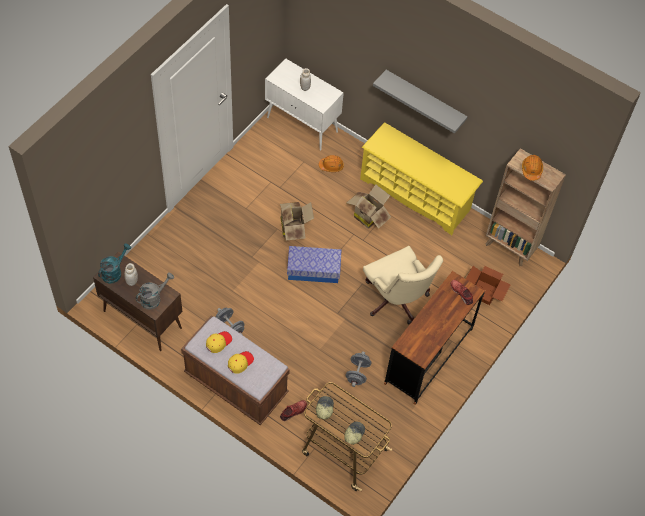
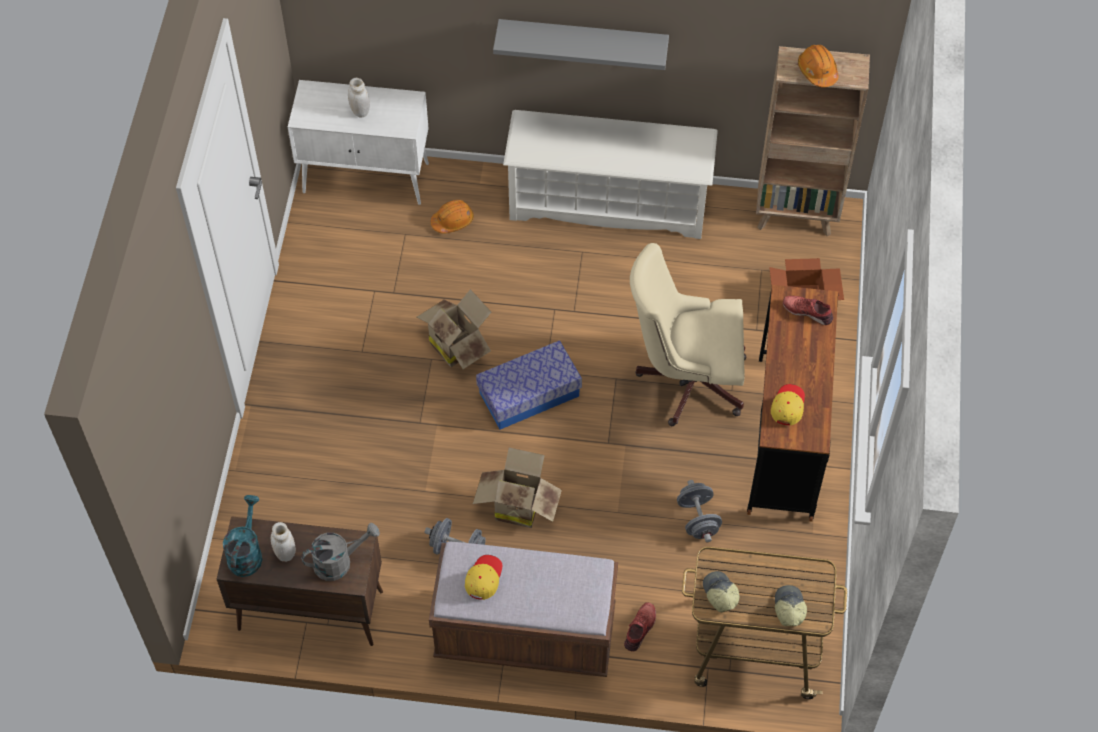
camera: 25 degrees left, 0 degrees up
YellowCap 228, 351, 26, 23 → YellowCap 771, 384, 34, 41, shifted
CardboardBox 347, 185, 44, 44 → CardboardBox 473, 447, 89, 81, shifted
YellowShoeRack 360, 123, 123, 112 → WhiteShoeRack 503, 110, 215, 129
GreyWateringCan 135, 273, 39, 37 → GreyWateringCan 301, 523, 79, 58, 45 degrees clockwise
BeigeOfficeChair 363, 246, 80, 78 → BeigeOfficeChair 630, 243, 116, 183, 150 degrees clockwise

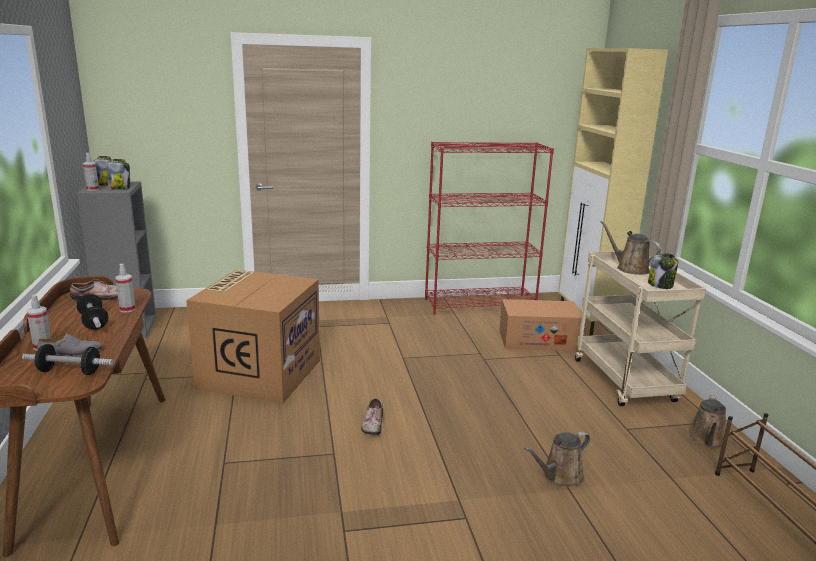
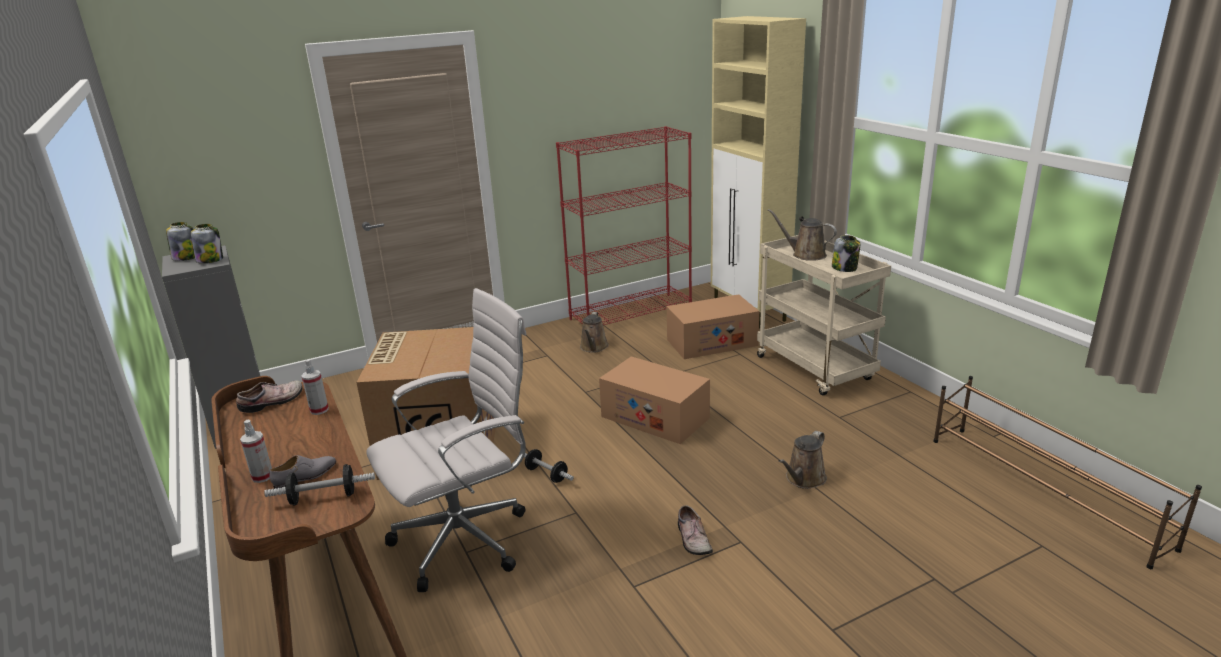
camera: 15 degrees left, 5 degrees up
SprayBottle 83, 153, 16, 38 → -
- → WhiteOfficeChair 366, 288, 161, 304
- → CardboardBox 599, 356, 111, 88
Dumbbell 76, 294, 32, 36 → Dumbbell 524, 449, 50, 34, shifted
Shoe 361, 398, 22, 37 → Shoe 678, 506, 35, 49, shifted
BrownWateringCan 688, 395, 38, 53 → BrownWateringCan 580, 312, 29, 41, shifted

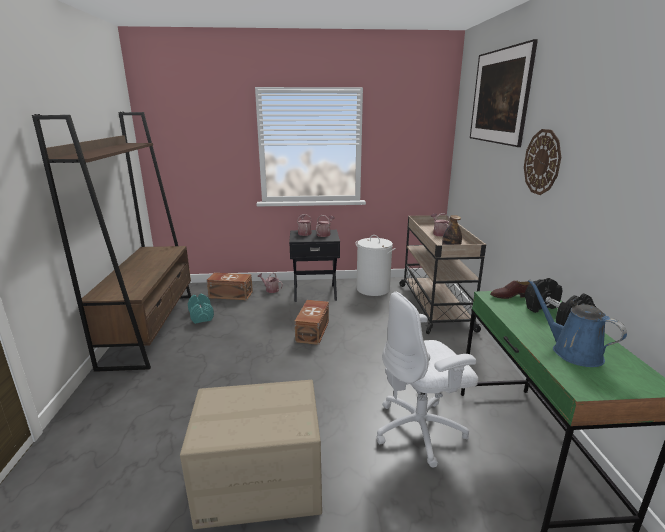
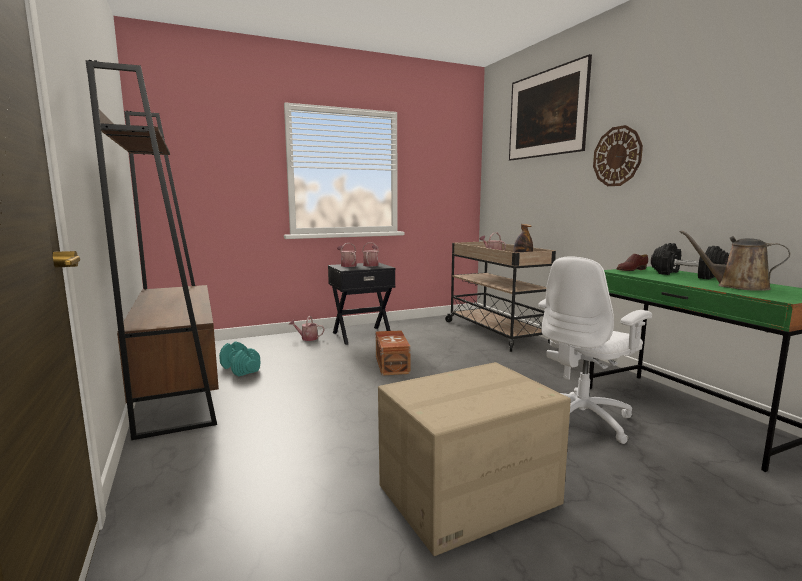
camera: 20 degrees left, 10 degrees down
BrownStorageBox 206, 273, 47, 27 → -
WhiteLaundryBasket 355, 235, 41, 61 → -
BlueWateringCan 528, 279, 99, 88 → BrownWateringCan 680, 230, 110, 61

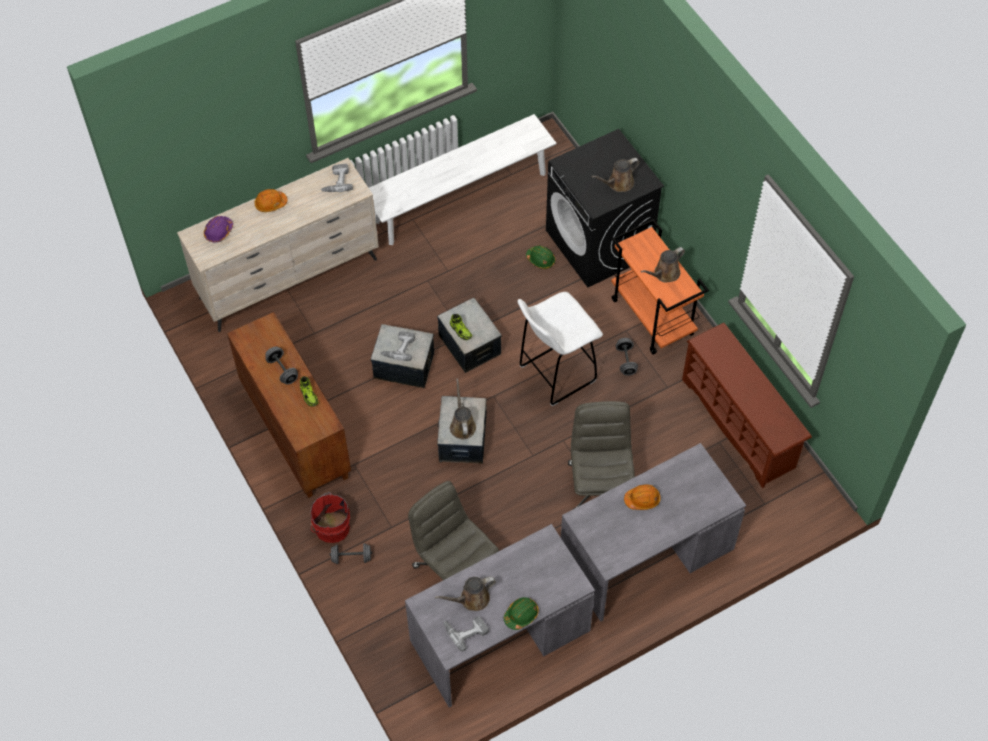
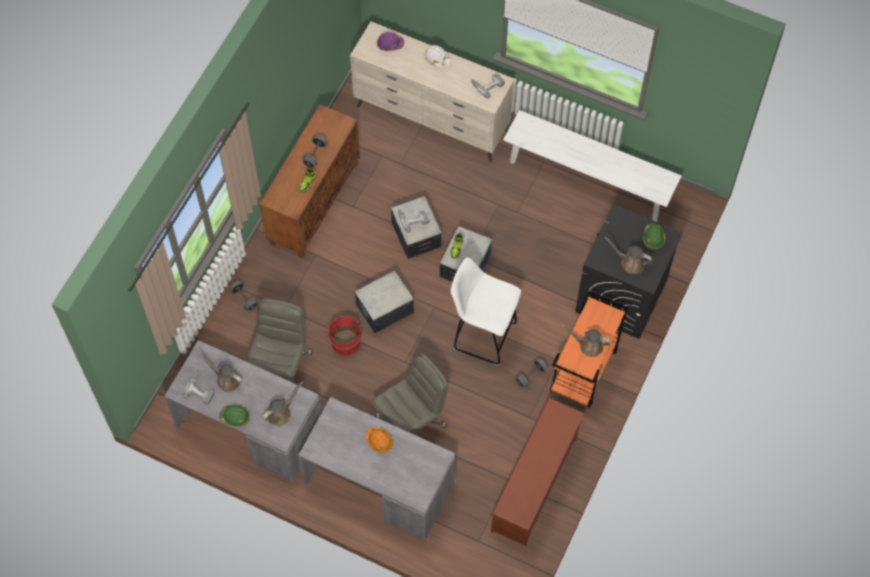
camera: 55 degrees right, 5 degrees up
RedBucket 310, 492, 40, 51 → RedBucket 326, 316, 35, 40, shifted
BrownWateringCan 450, 379, 26, 60 → BrownWateringCan 263, 382, 40, 44, shifted
GreenHardHat 526, 246, 29, 23 → GreenHardHat 643, 223, 22, 26, shifted
OrangeHardHat 254, 189, 34, 23 → WhiteHardHat 424, 45, 27, 23

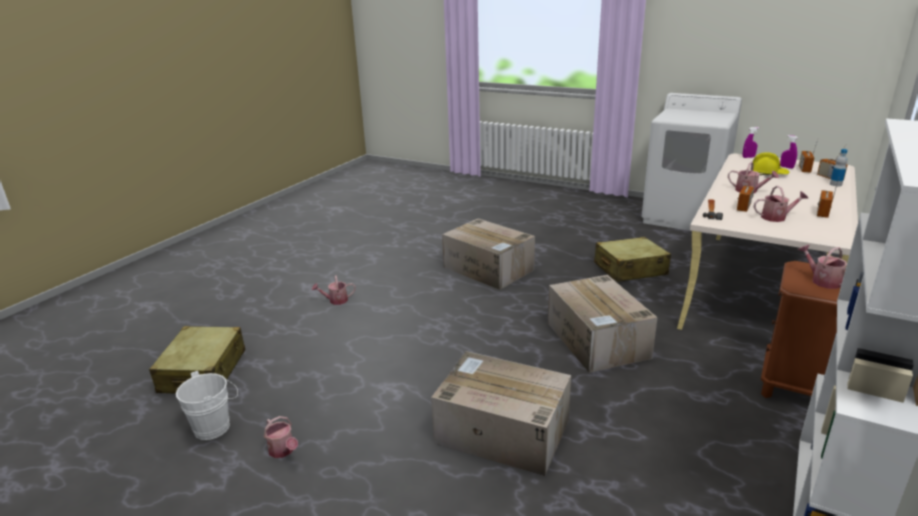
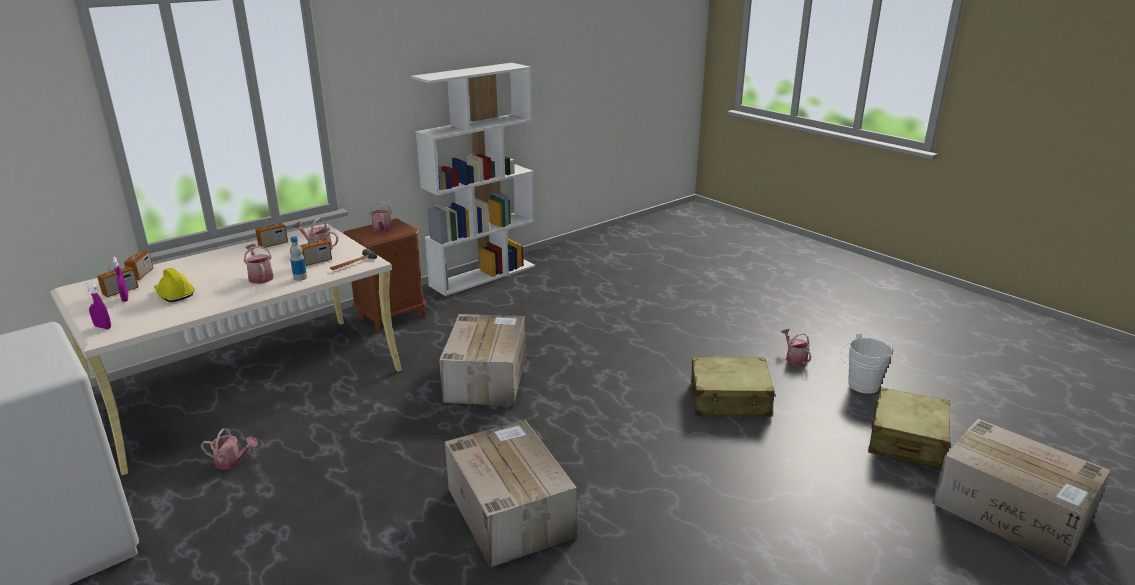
camera: 160 degrees left, 0 degrees up
WateringCan 312, 275, 44, 30 → WateringCan 201, 428, 57, 41, shifted
CardboardBox 431, 351, 140, 125 → CardboardBox 932, 419, 178, 148, shifted
BeigeSuitcase 594, 237, 77, 45 → BeigeSuitcase 691, 357, 85, 60, shifted
Bottle 830, 149, 17, 37 → Bottle 290, 236, 17, 45, shifted

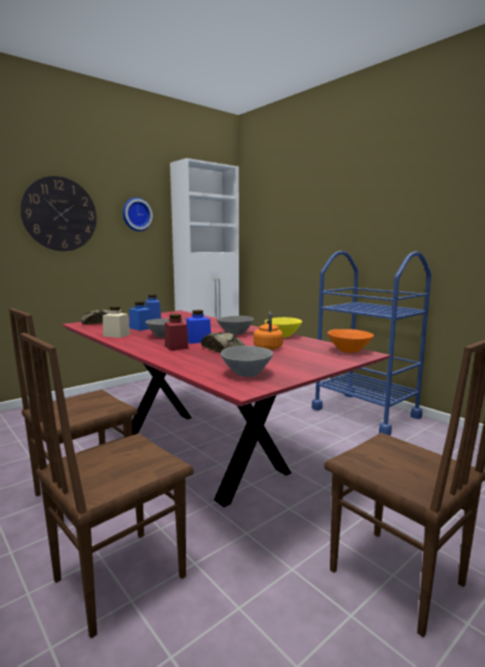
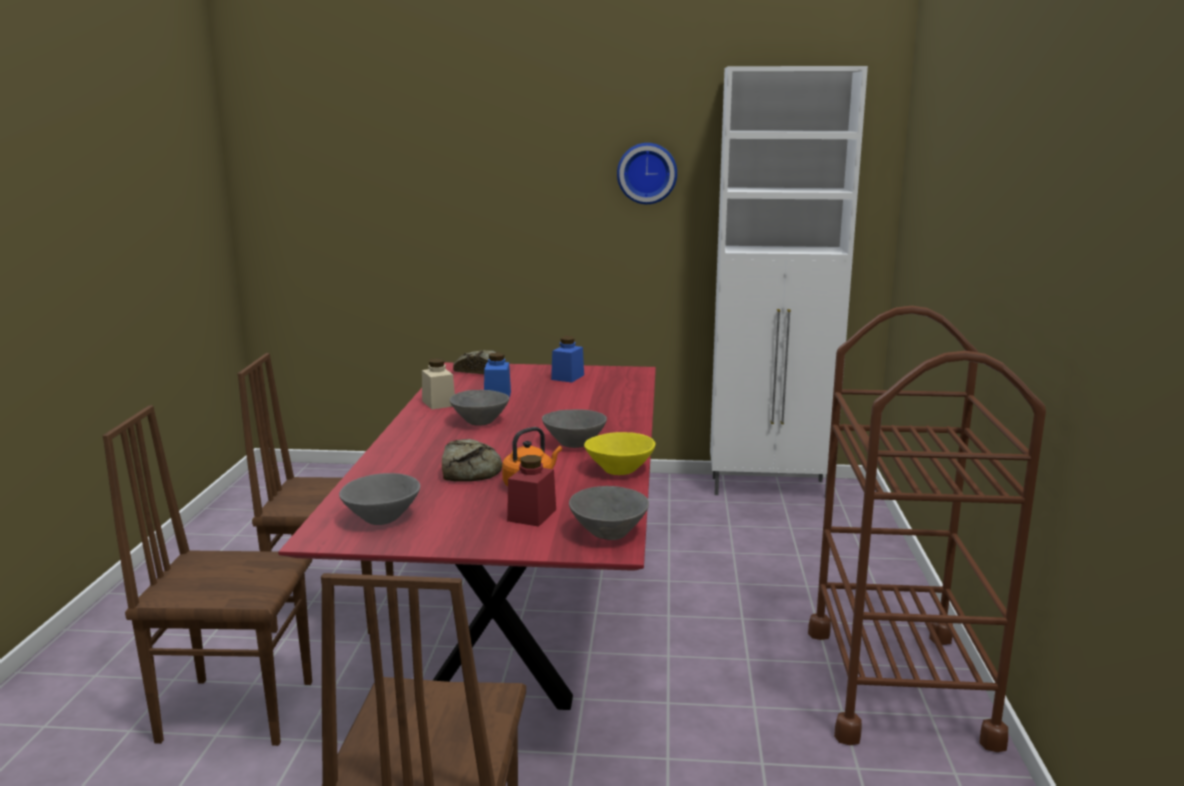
camera: 45 degrees right, 5 degrees up
WallClock 20, 176, 77, 75 → -
BlueJar 186, 310, 25, 34 → -
RedJar 165, 314, 24, 37 → RedJar 507, 455, 49, 72, shifted
BlueCart 312, 251, 119, 184 → BrownCart 808, 306, 238, 446
OrangeBowl 328, 329, 46, 24 → GreyBowl 569, 486, 80, 54

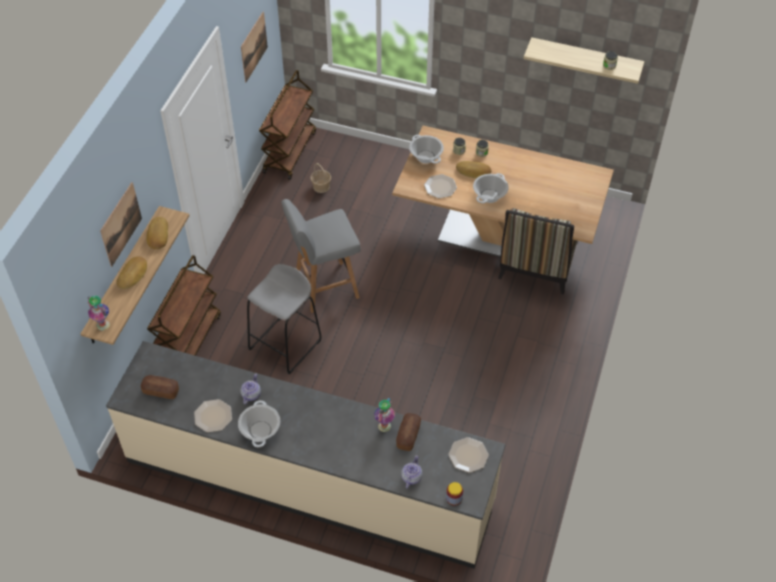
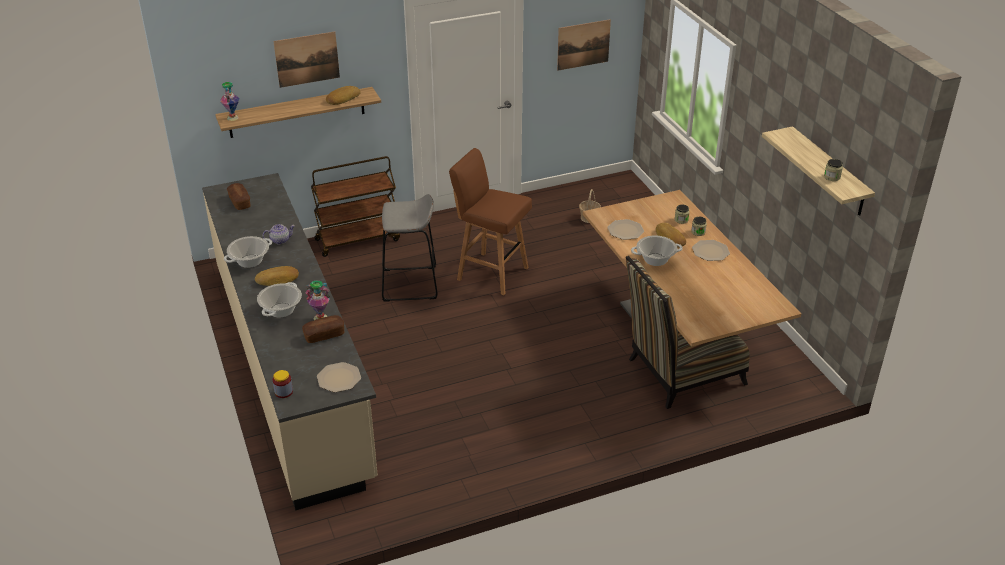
camera: 50 degrees right, 15 degrees down
BrownCart 259, 70, 57, 110 → -
Teapot 401, 455, 22, 34 → -
Bread 116, 257, 31, 32 → Bread 255, 266, 44, 20, shifted
Plate 194, 399, 38, 33 → Plate 692, 240, 38, 21, shifted
CookingPot 409, 135, 35, 29 → CookingPot 257, 282, 45, 36, shifted
GreyStool 281, 199, 80, 114 → BrownStool 449, 148, 83, 147

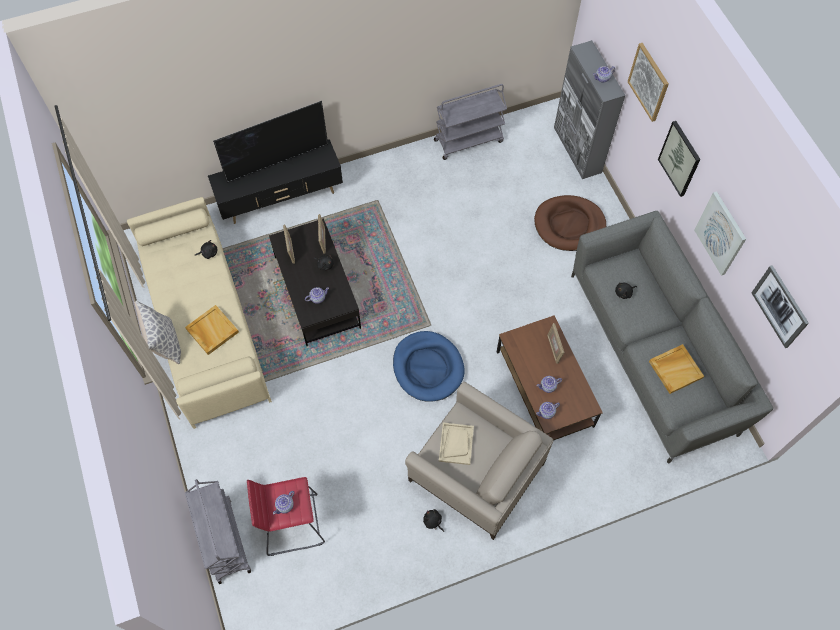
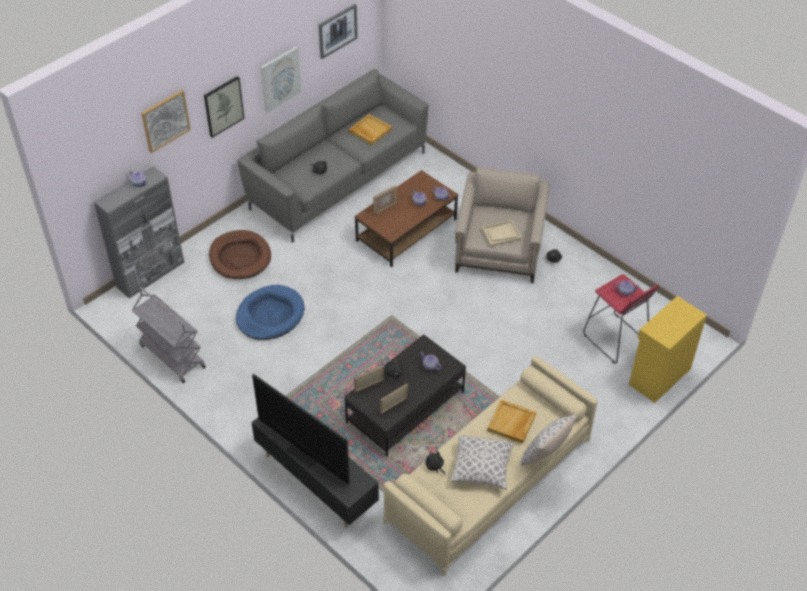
camera: 115 degrees left, 15 degrees down
- → Pillow 451, 435, 63, 55
BlueDogBed 393, 331, 71, 71 → BlueDogBed 236, 285, 68, 55, shifted
GreyCart 185, 479, 66, 105 → YellowCabinet 629, 296, 78, 107

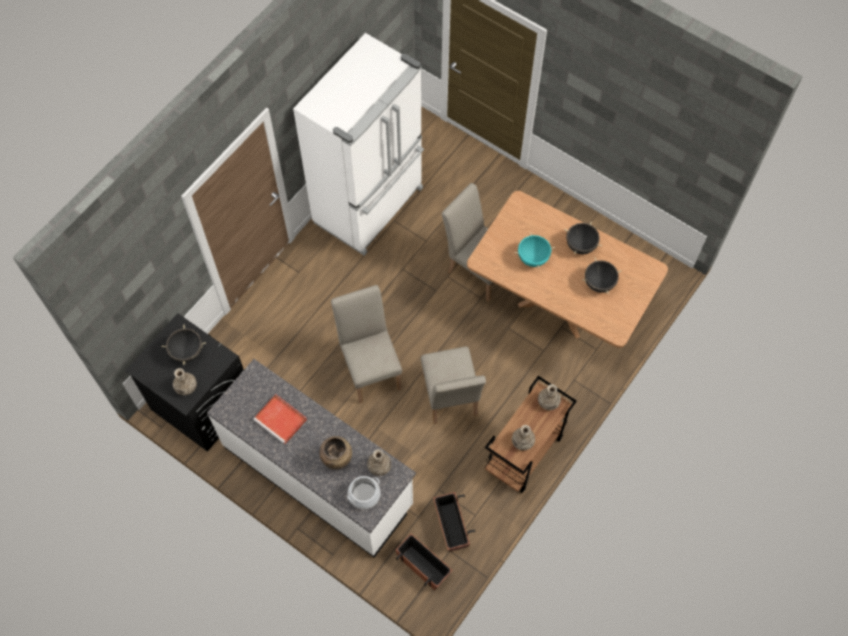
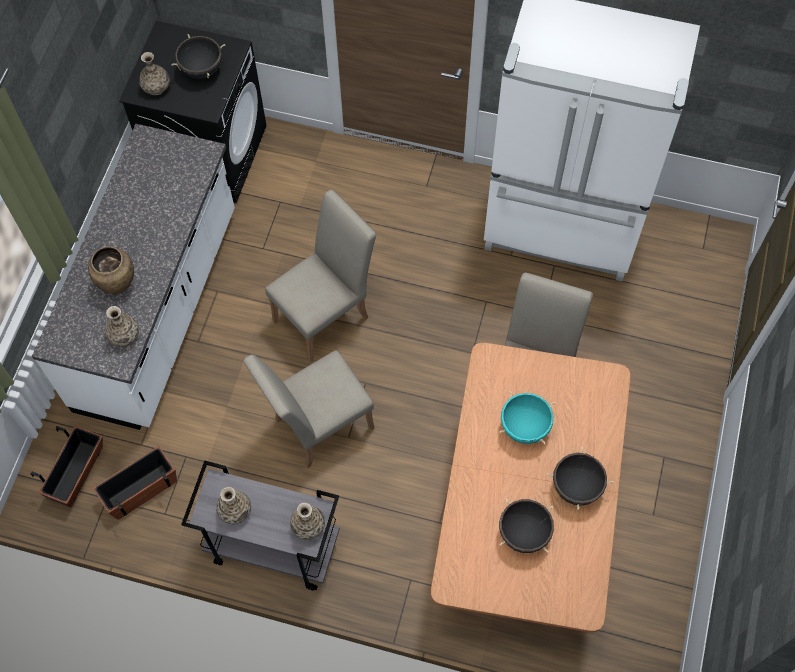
camera: 70 degrees right, 0 degrees up
RedTray 253, 394, 54, 50 → -
CookingPot 347, 476, 34, 33 → -
BrownCart 485, 376, 92, 117 → GreyCart 181, 461, 159, 130

